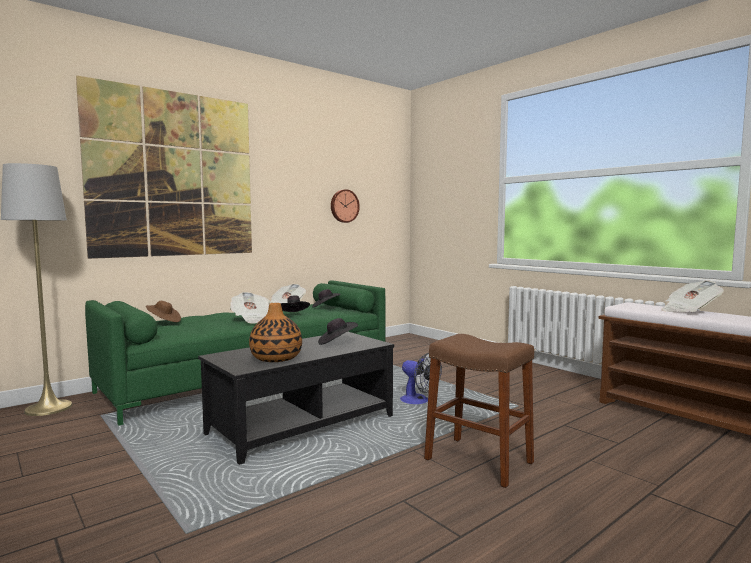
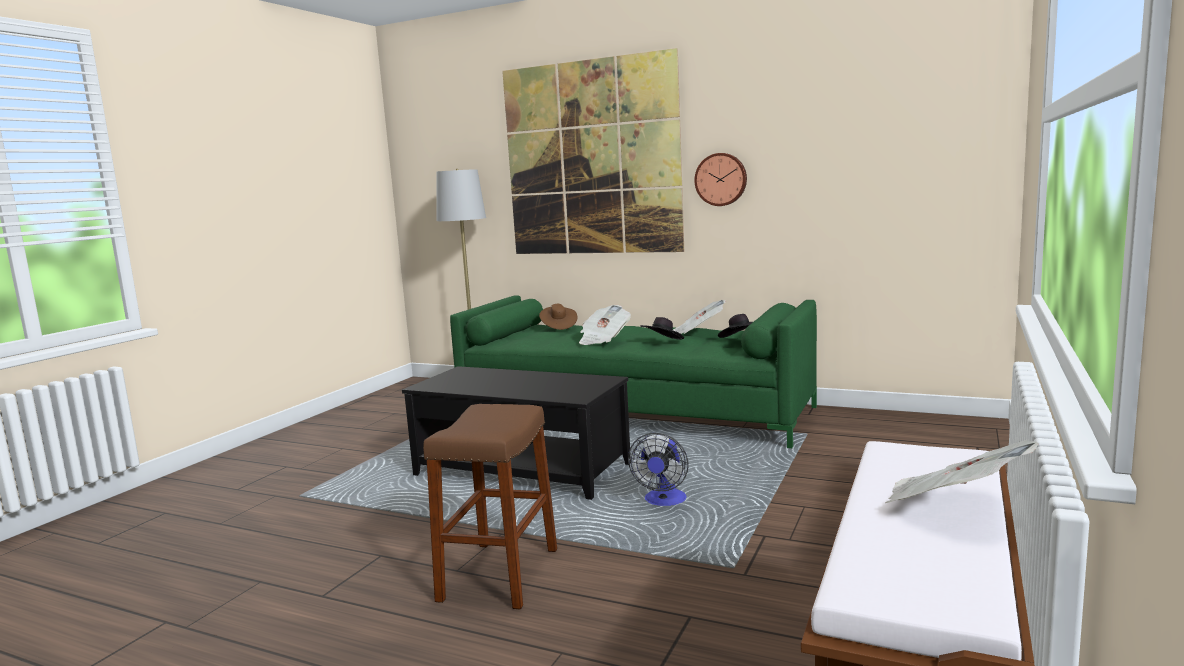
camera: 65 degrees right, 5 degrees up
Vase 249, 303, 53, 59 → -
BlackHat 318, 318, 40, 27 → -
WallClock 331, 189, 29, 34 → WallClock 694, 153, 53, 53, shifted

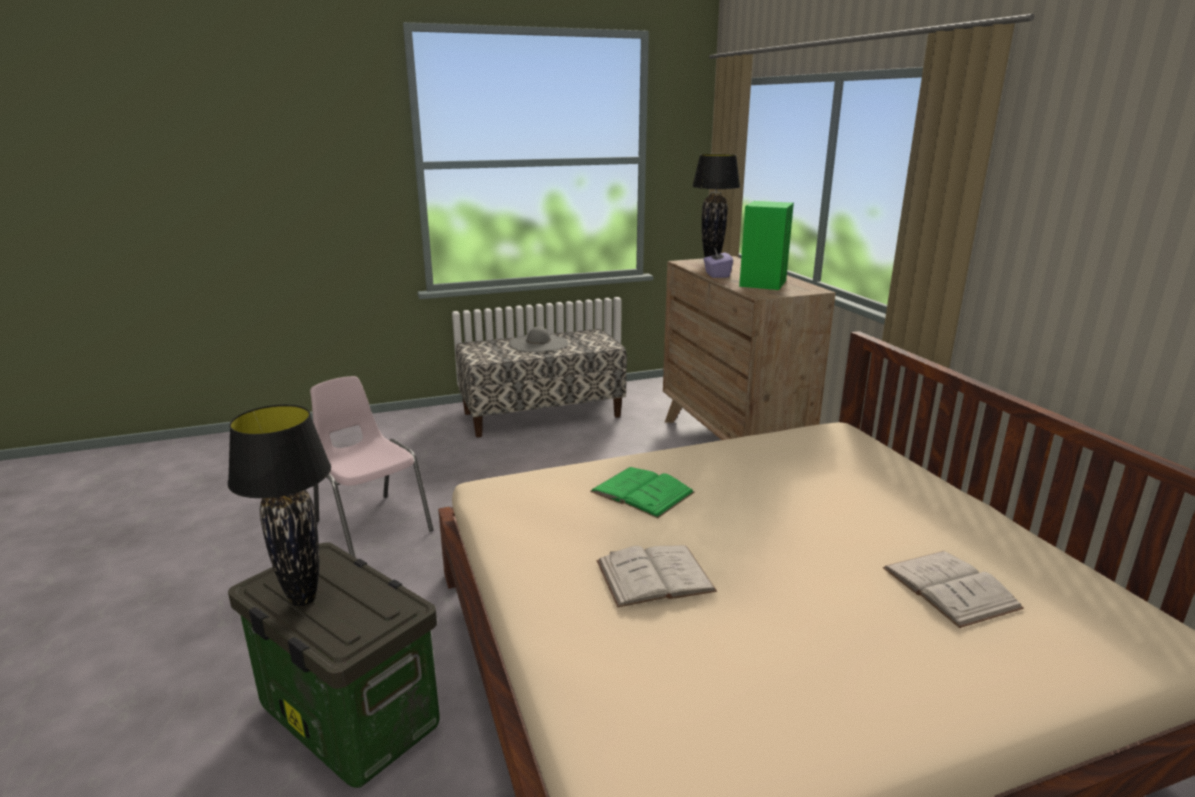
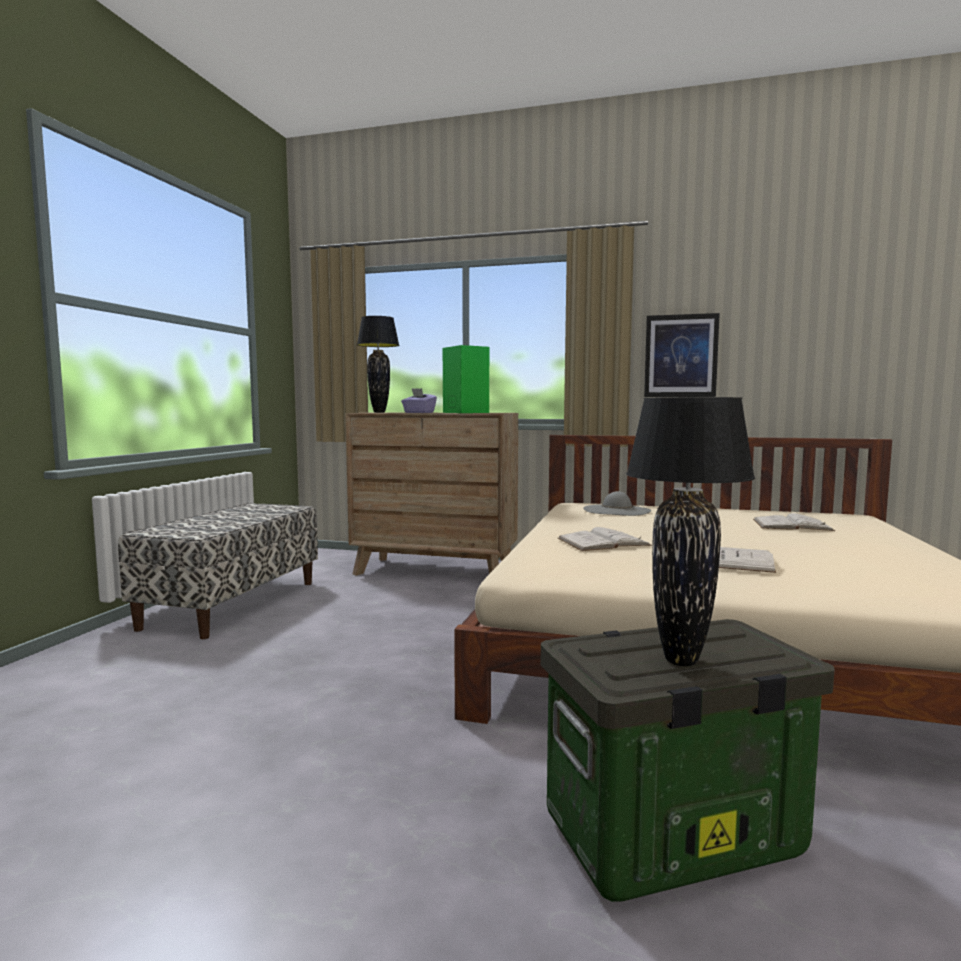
camera: 55 degrees left, 15 degrees down
PinkChair 310, 376, 124, 182 → -
- → Picture 644, 313, 76, 84
GreyHat 509, 327, 59, 25 → GreyHat 584, 491, 67, 25, shifted
GreenBook 590, 467, 105, 51 → WhiteBook 558, 527, 94, 24

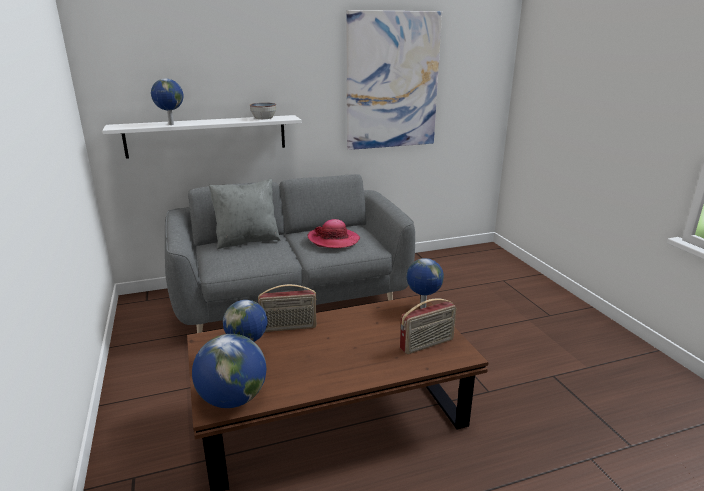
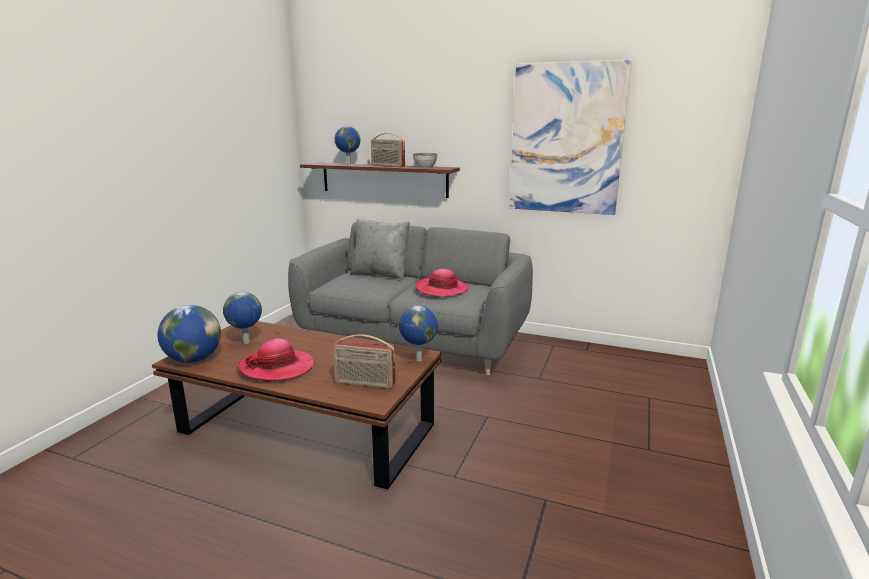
camera: 40 degrees right, 5 degrees down
- → Hat 237, 338, 77, 44
Radio 258, 284, 59, 48 → Radio 371, 133, 34, 34, shifted
WhiteShelf 102, 115, 200, 44 → BrownShelf 300, 162, 160, 36

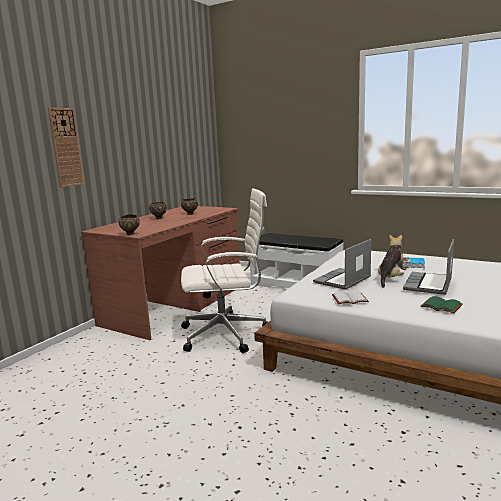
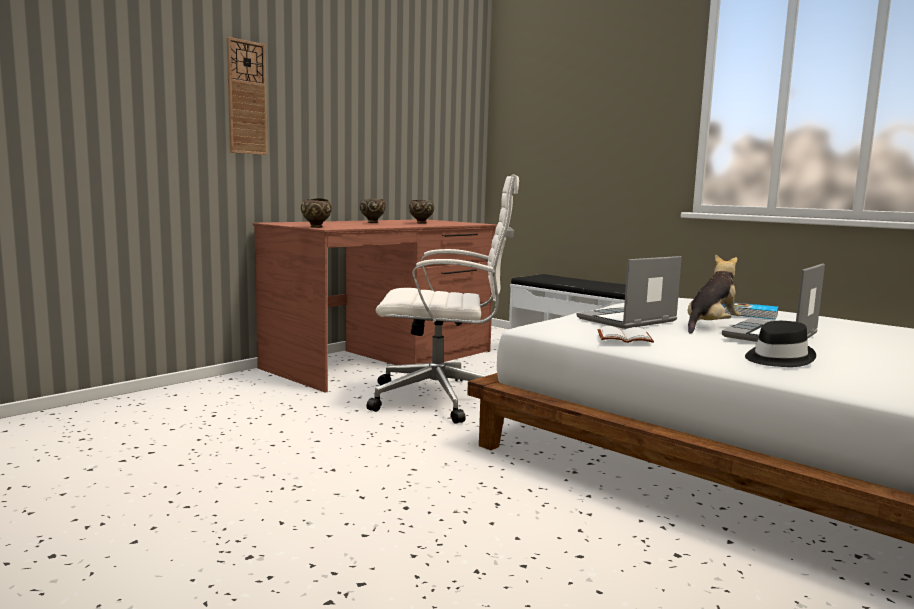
camera: 10 degrees right, 5 degrees down
GreenBook 421, 296, 42, 18 → BlackHat 745, 321, 71, 46

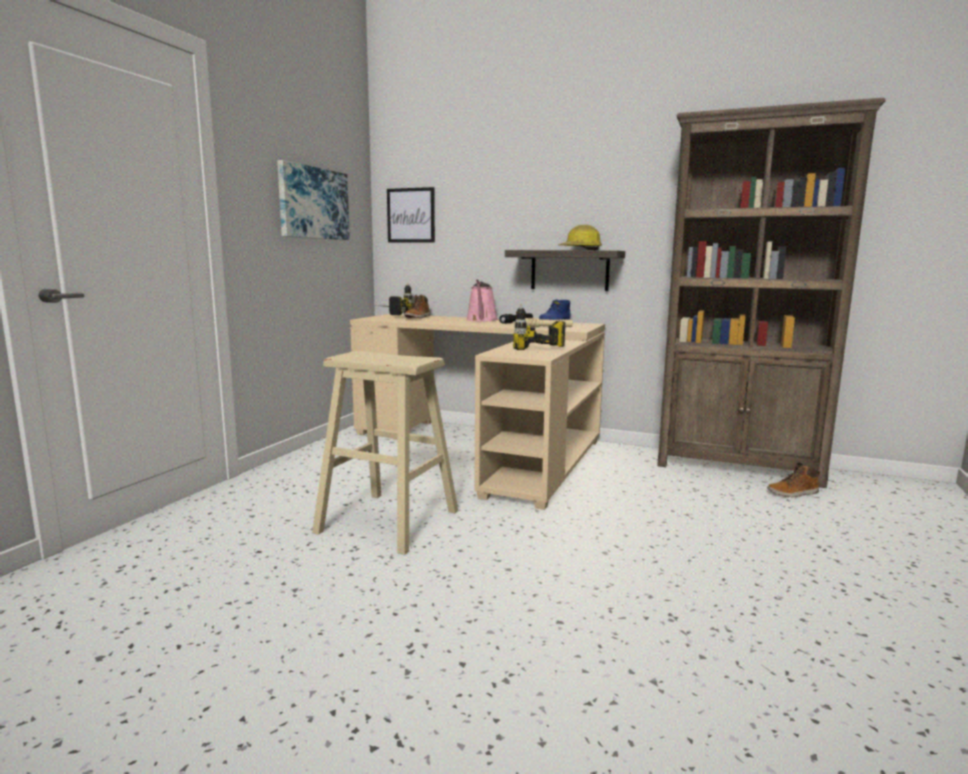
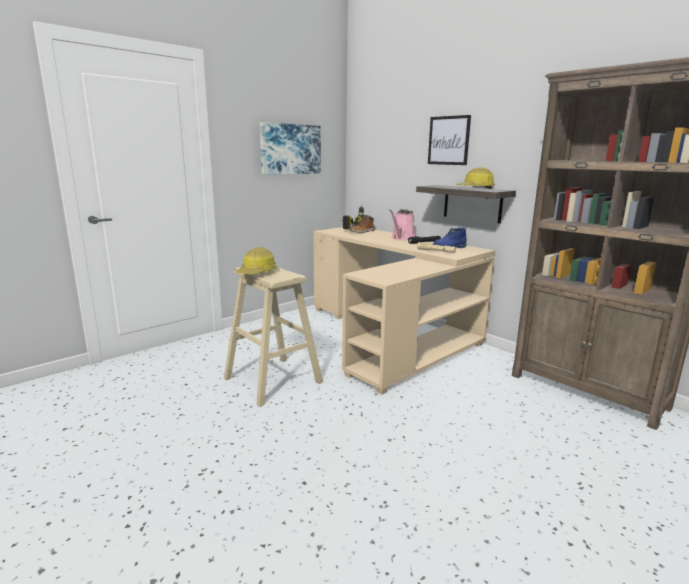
camera: 25 degrees right, 5 degrees up
PowerDrill 513, 304, 52, 46 → -
Boot 767, 463, 53, 34 → -
- → HardHat 237, 247, 40, 27
Picture 387, 187, 48, 55 → Picture 428, 115, 43, 50, shifted

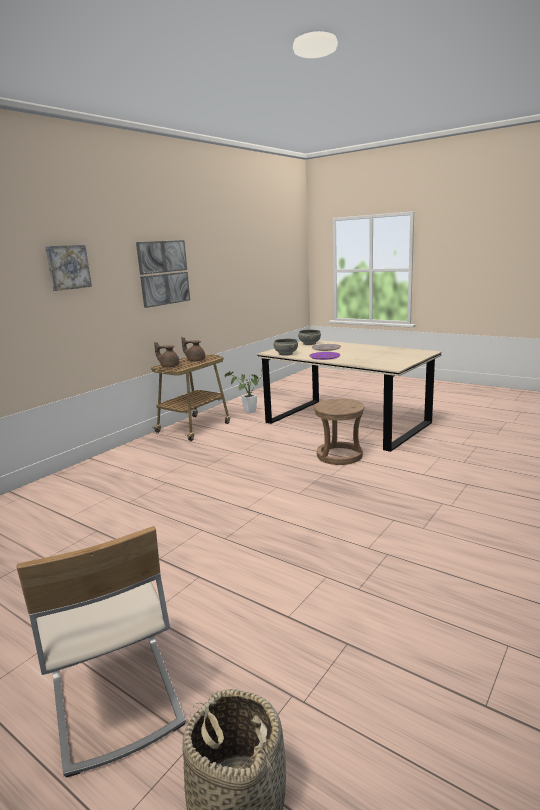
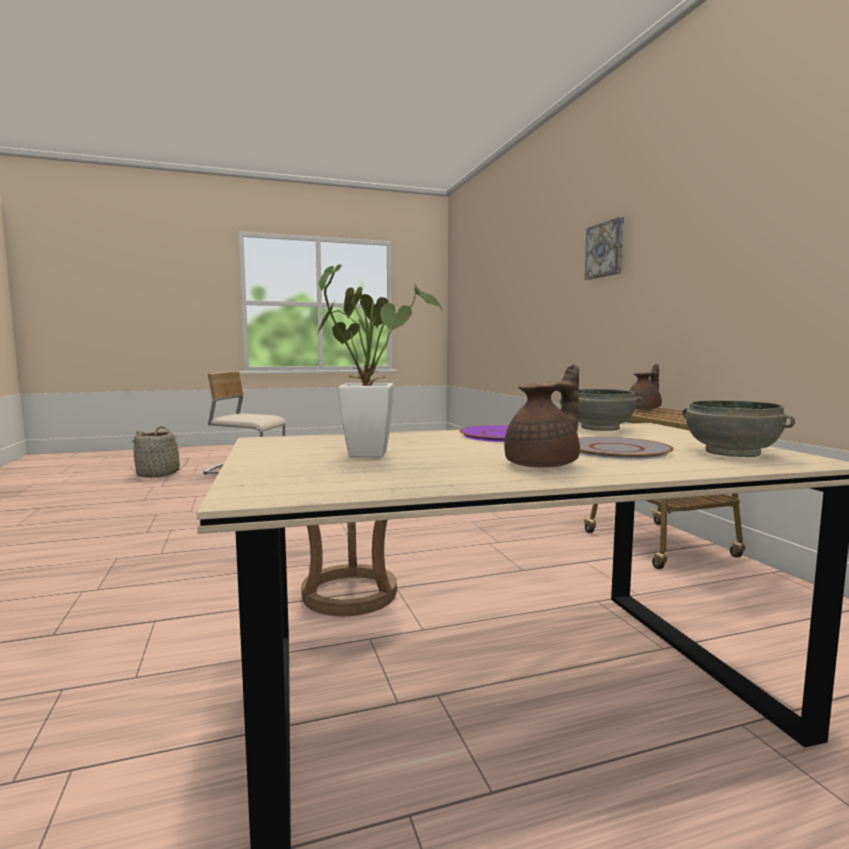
camera: 125 degrees right, 10 degrees down
Picture 136, 240, 54, 68 → -
BrownTeapot 181, 337, 24, 25 → BrownTeapot 504, 364, 76, 104, shifted
PottedPlant 225, 369, 38, 44 → PottedPlant 316, 264, 126, 194, shifted

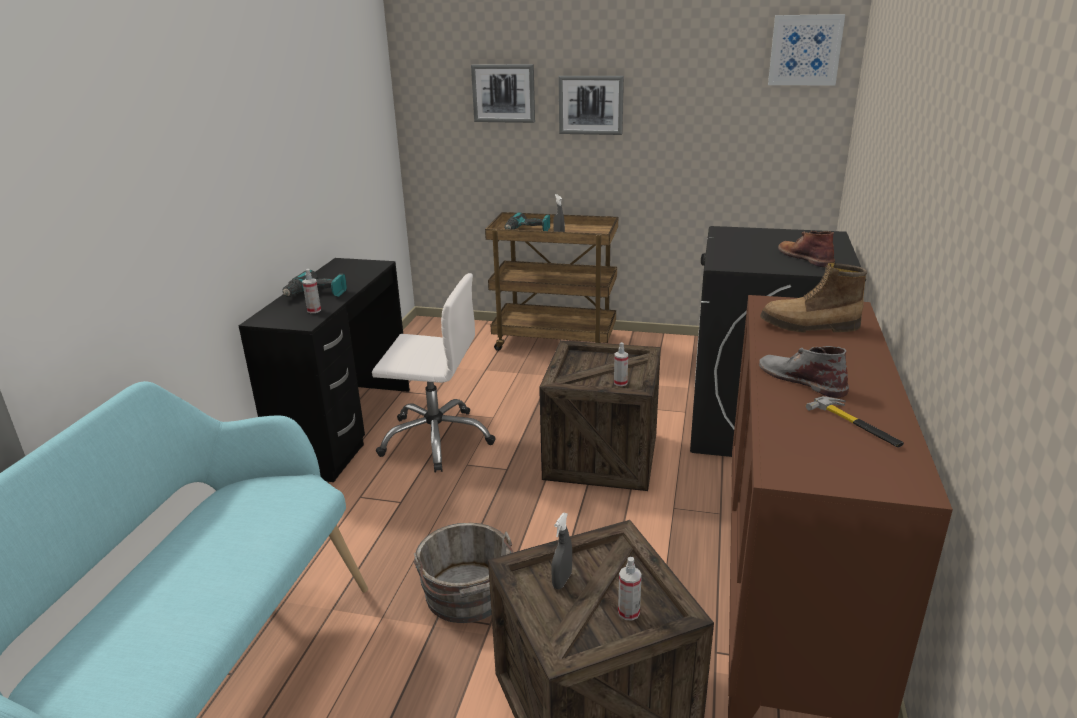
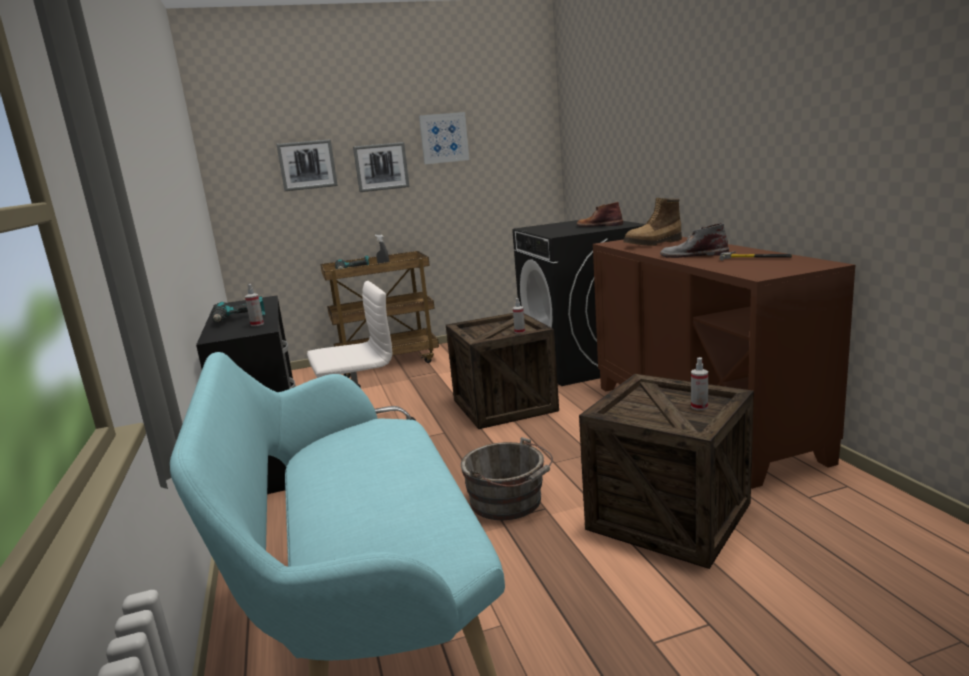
camera: 30 degrees left, 10 degrees down
GreySprayBottle 551, 513, 21, 76 → -
Picture 768, 14, 77, 71 → Picture 419, 112, 50, 52, shifted

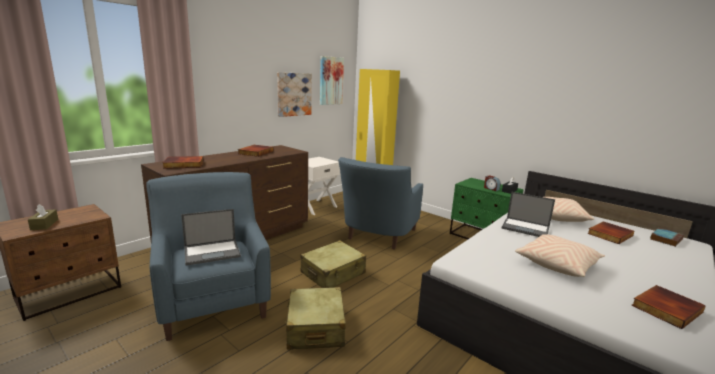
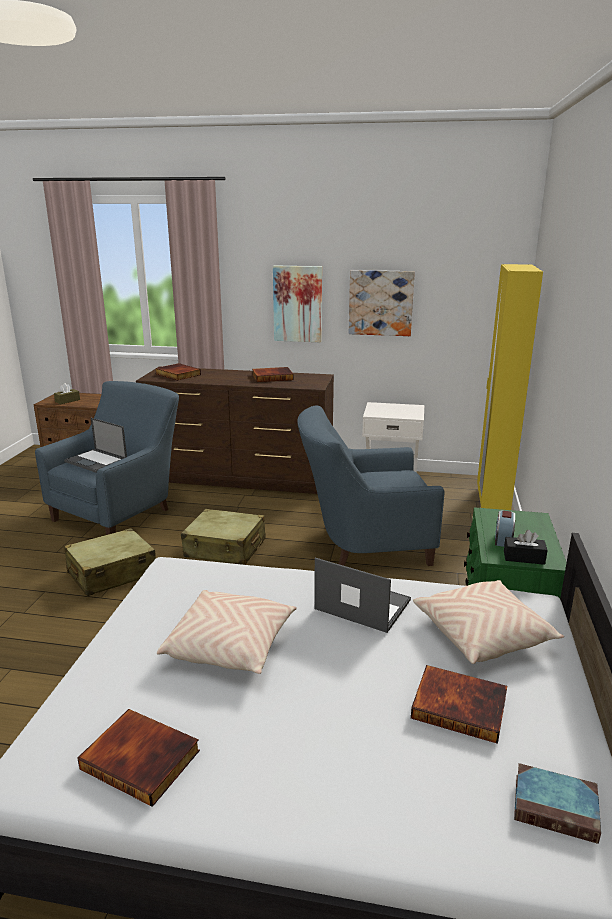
camera: 60 degrees right, 5 degrees up
Picture 320, 56, 24, 49 → Picture 273, 265, 49, 77, shifted
Laptop 502, 192, 53, 45 → Laptop 314, 558, 97, 75, 120 degrees clockwise

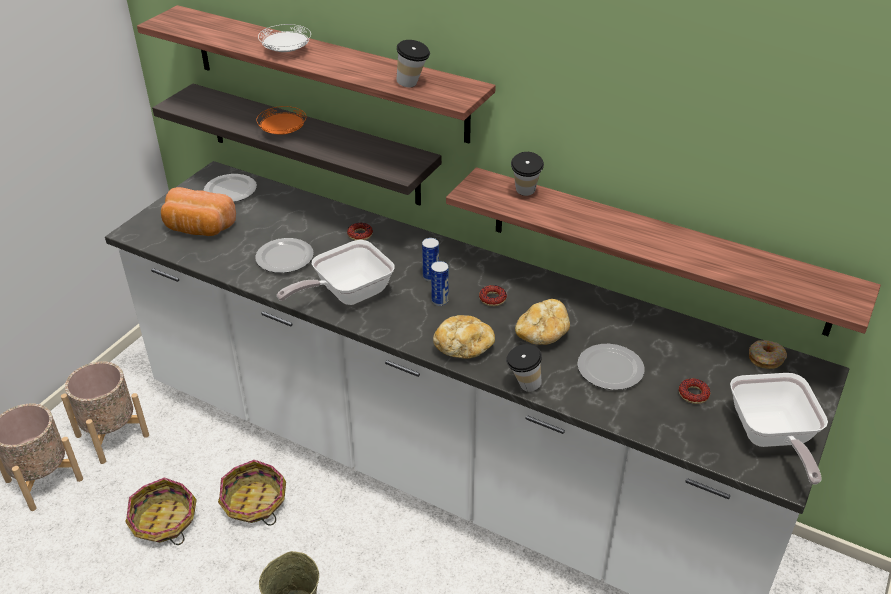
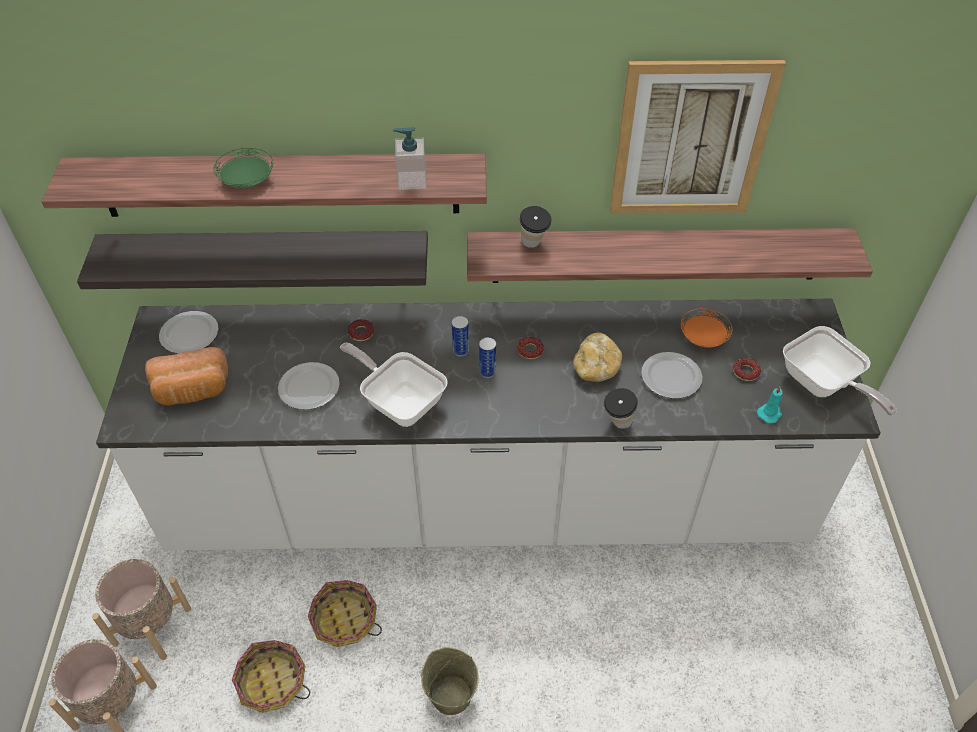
camera: 30 degrees left, 10 degrees up
Bread 433, 315, 62, 44 → -
Donut 749, 340, 38, 29 → -
- → Picture 610, 60, 176, 153
- → TurquoiseCandle 757, 386, 25, 37
OrangePlate 256, 106, 50, 29 → OrangePlate 681, 308, 51, 39, shifted
Cup 396, 40, 34, 48 → SoapDispenser 393, 127, 33, 63
WhitePlate 258, 24, 53, 28 → GreenPlate 213, 148, 60, 40
FryingPan 277, 240, 118, 65 → FryingPan 340, 342, 108, 85, 105 degrees clockwise

